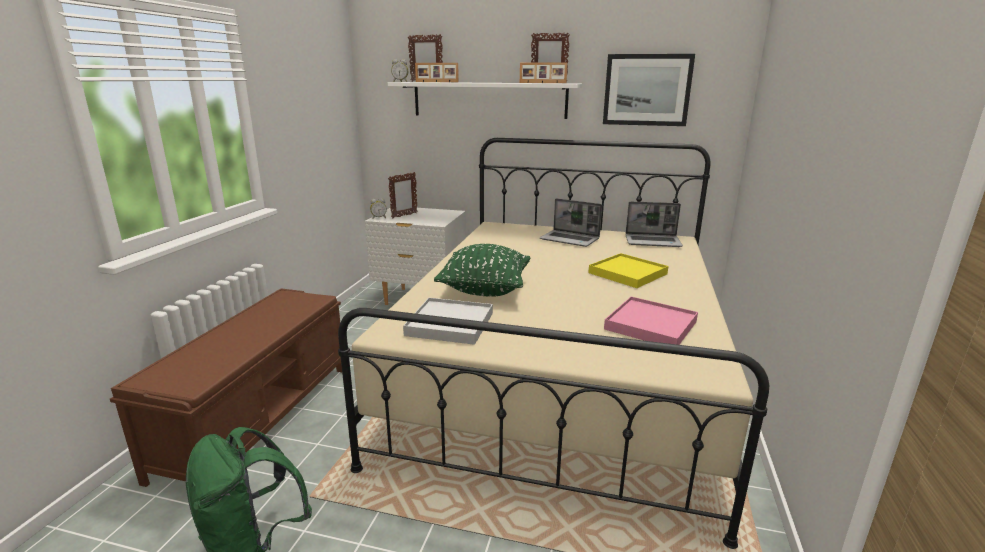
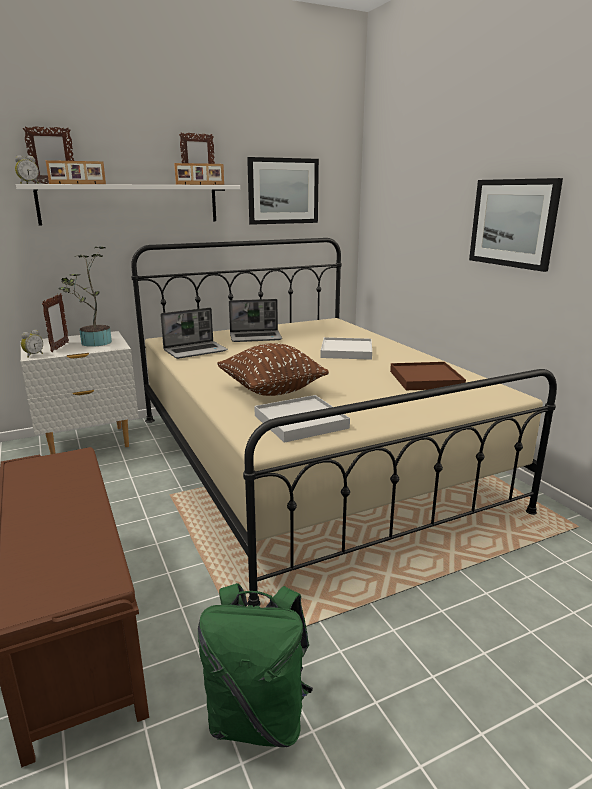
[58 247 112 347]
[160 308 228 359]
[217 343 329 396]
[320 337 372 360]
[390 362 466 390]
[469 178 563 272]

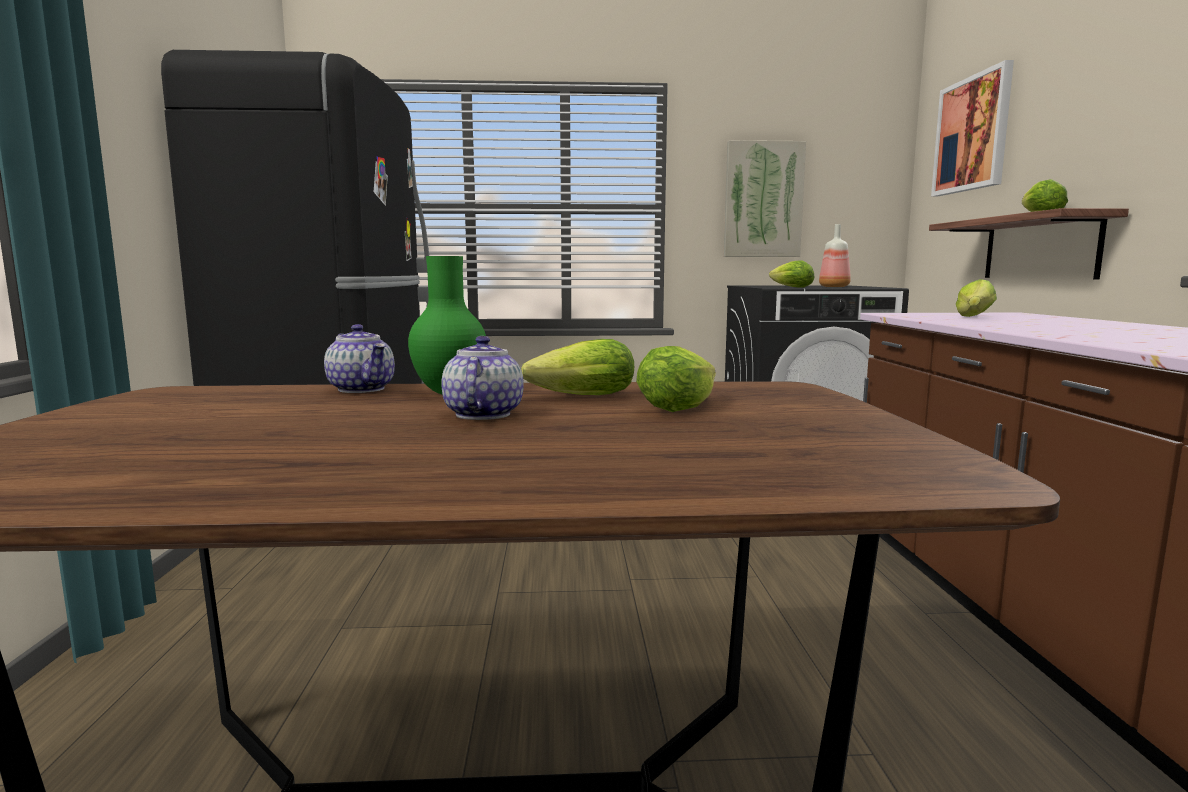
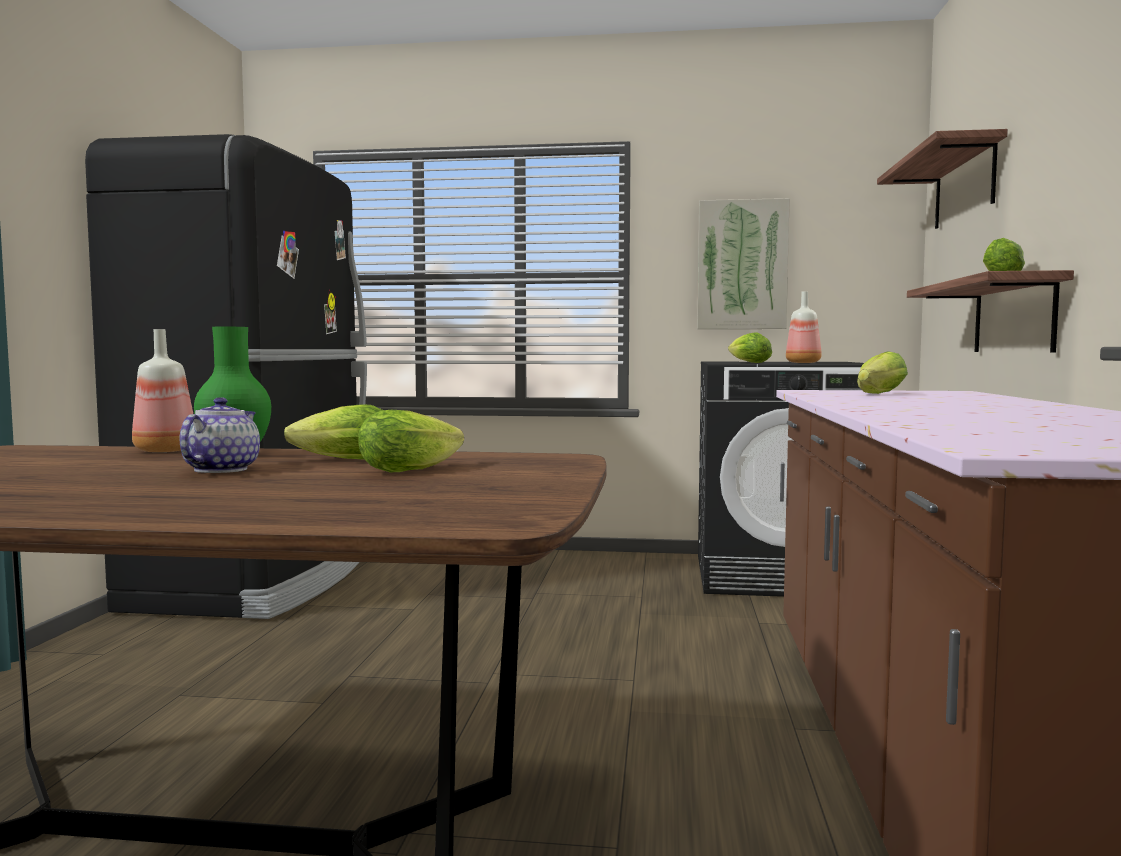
[132 329 193 452]
[877 129 1008 229]

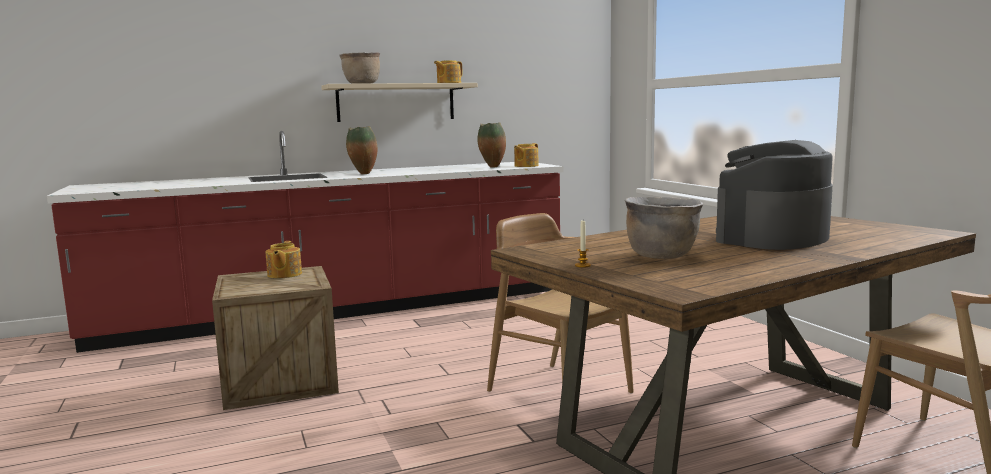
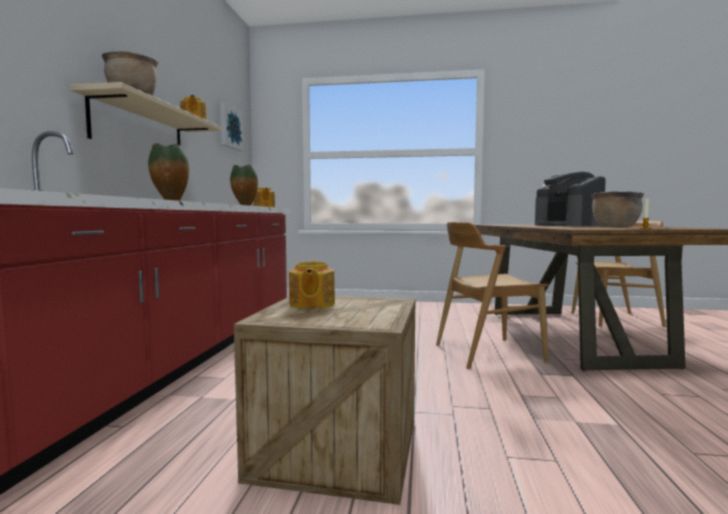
[220 102 244 151]
[289 260 335 309]

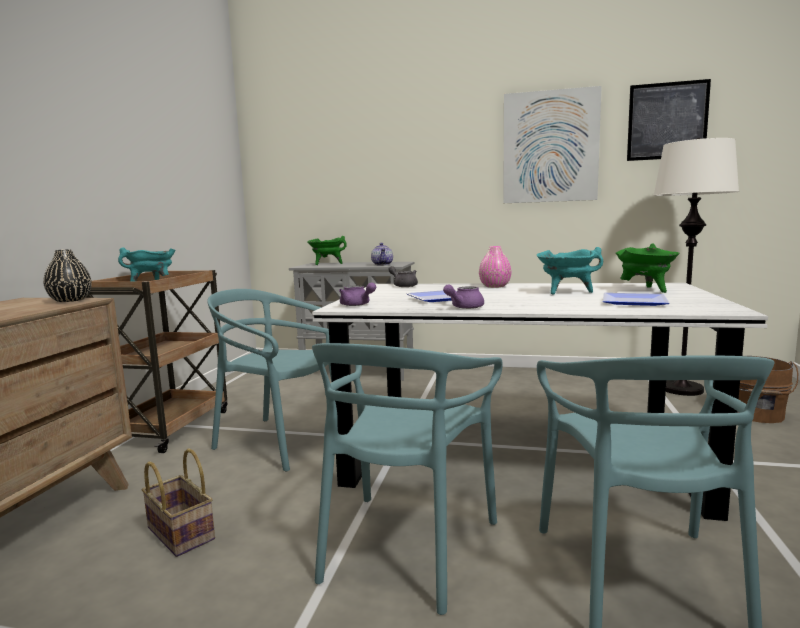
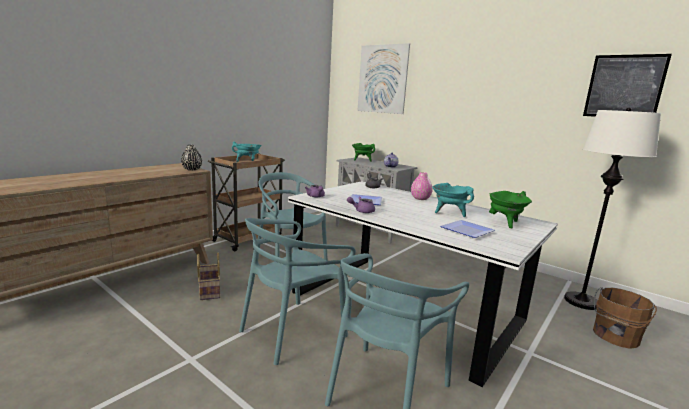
[358 43 410 114]

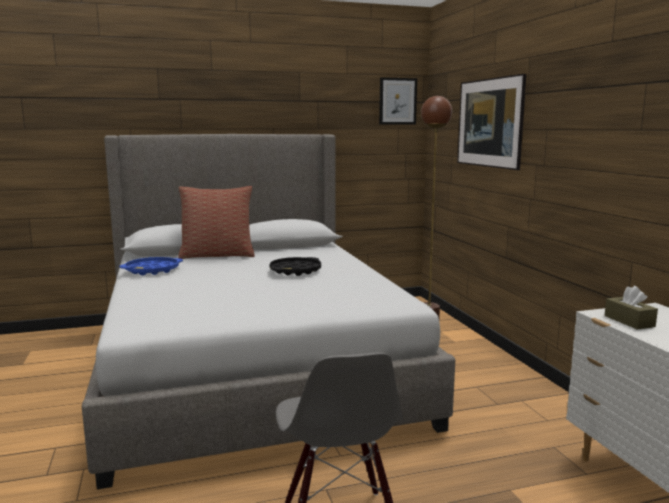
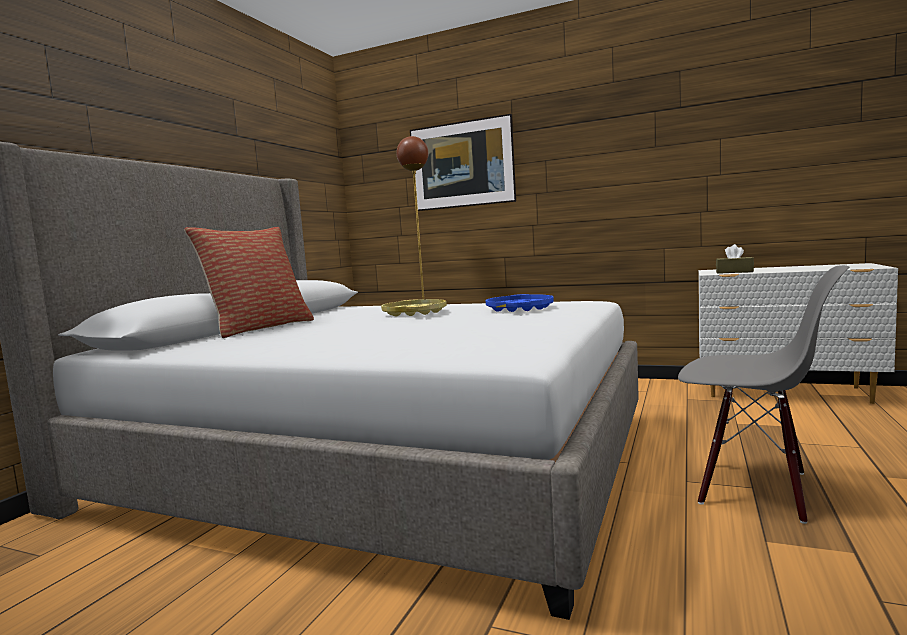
[381 299 447 316]
[486 294 554 312]
[379 77 417 125] (first image)

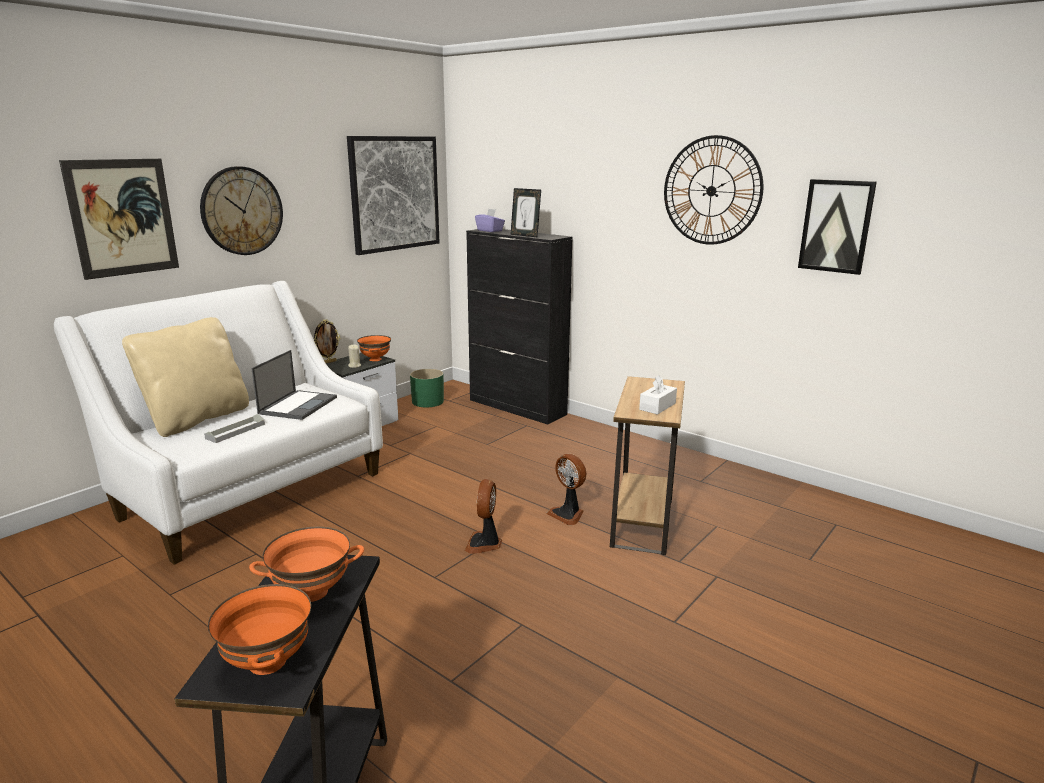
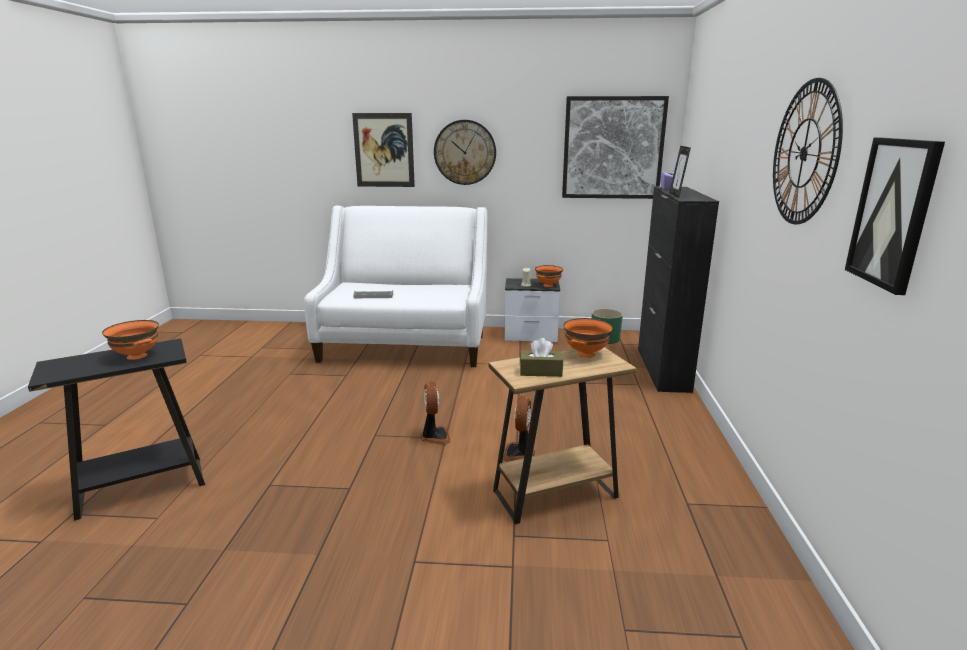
[420 382 451 445]
[520 338 563 377]
[564 318 613 358]
[122 317 249 437] (first image)
[251 350 337 420] (first image)
[314 319 340 363] (first image)

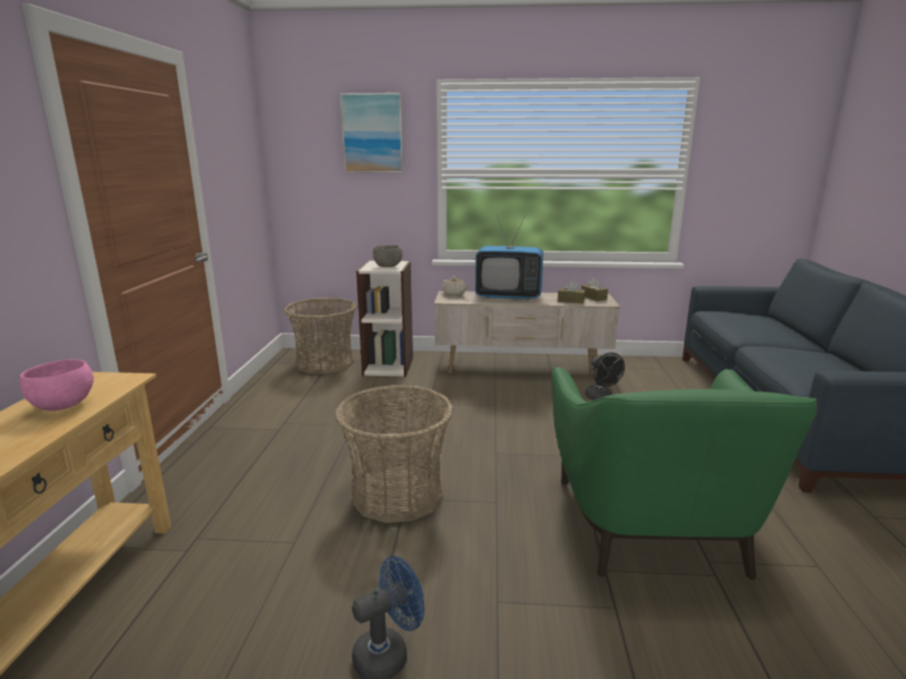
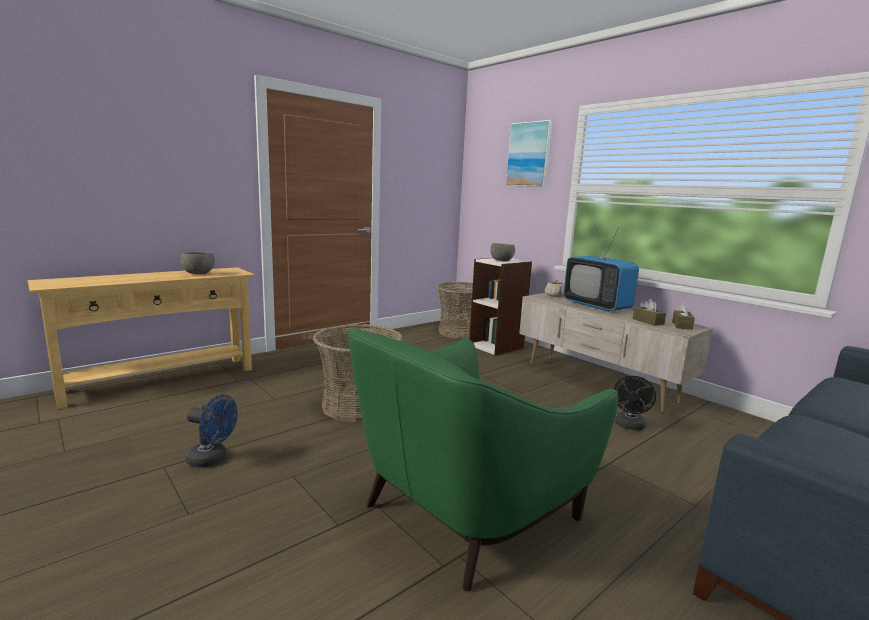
[180 252 215 274]

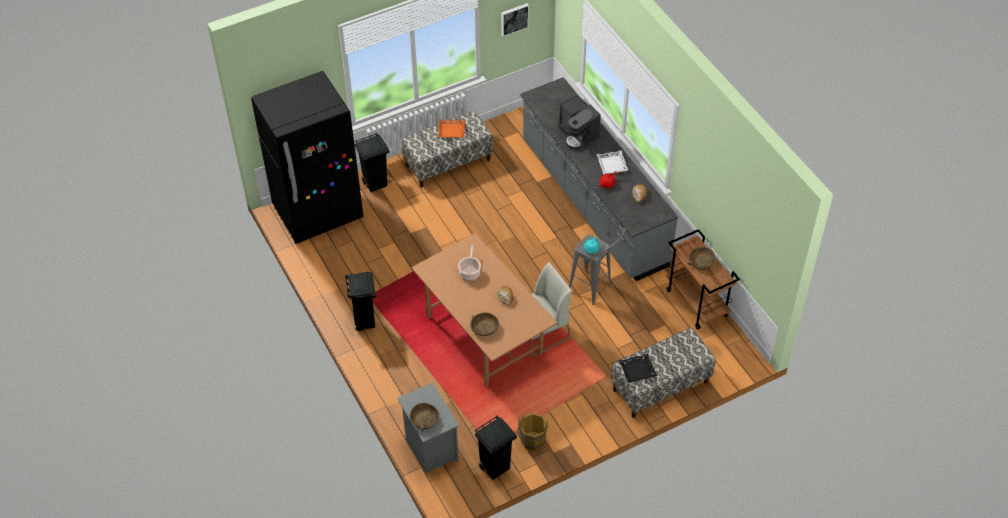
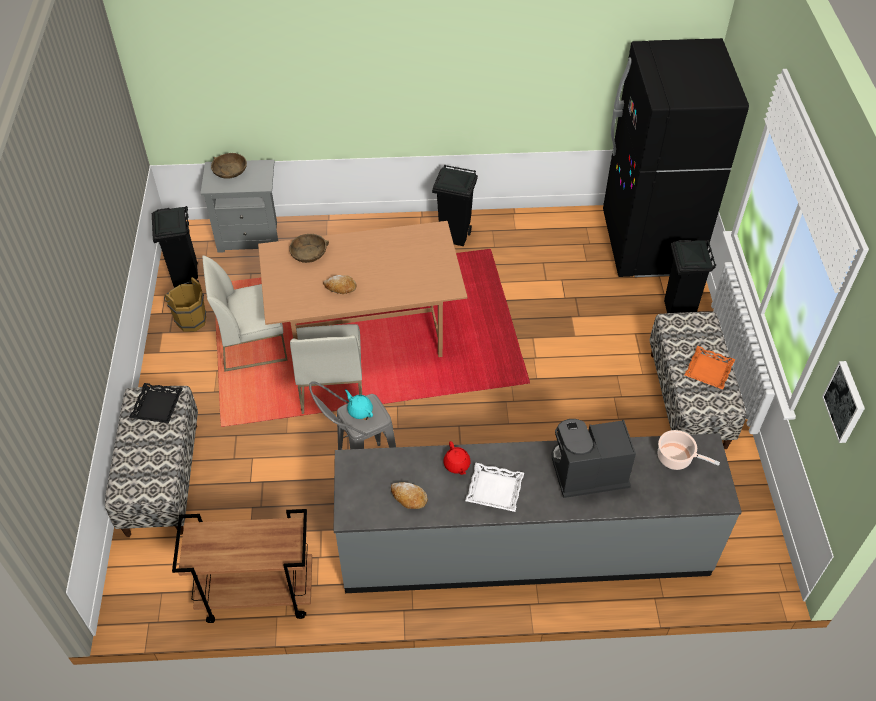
[202 256 288 372]
[657 430 720 470]
[688 247 716 270] (first image)

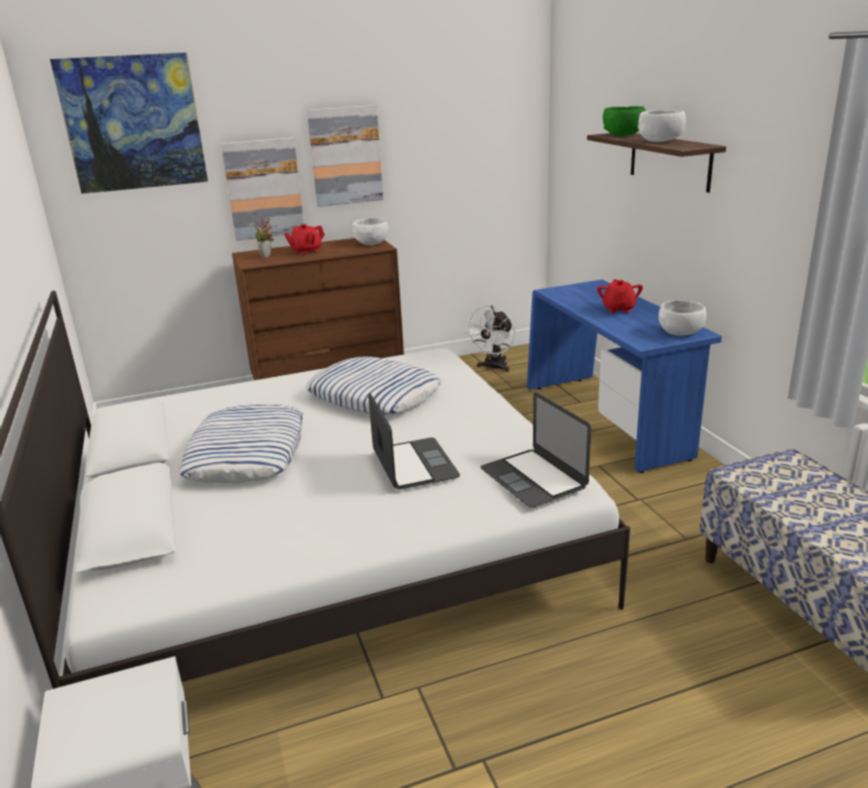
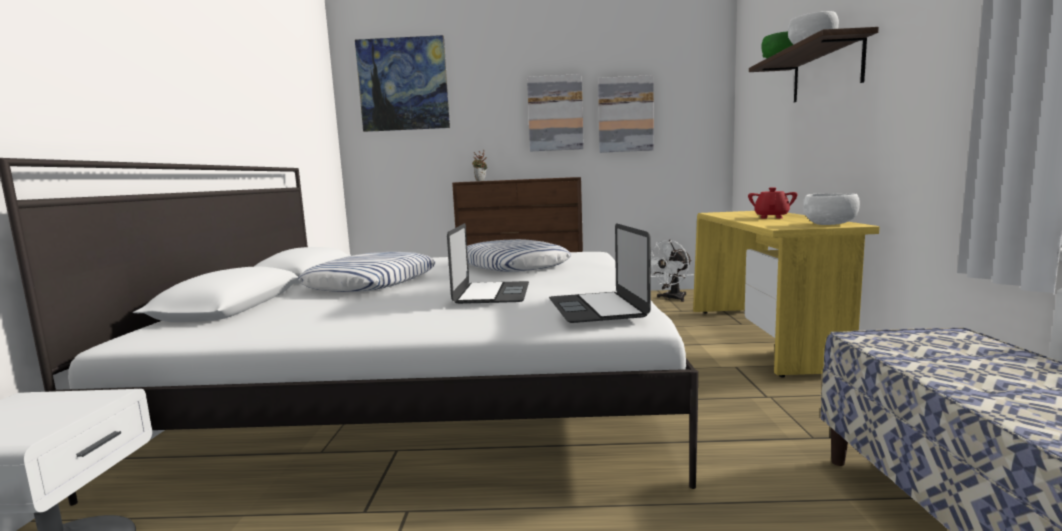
[598 75 654 153]
[693 211 880 377]
[284 224 325 255] (first image)
[352 218 388 245] (first image)

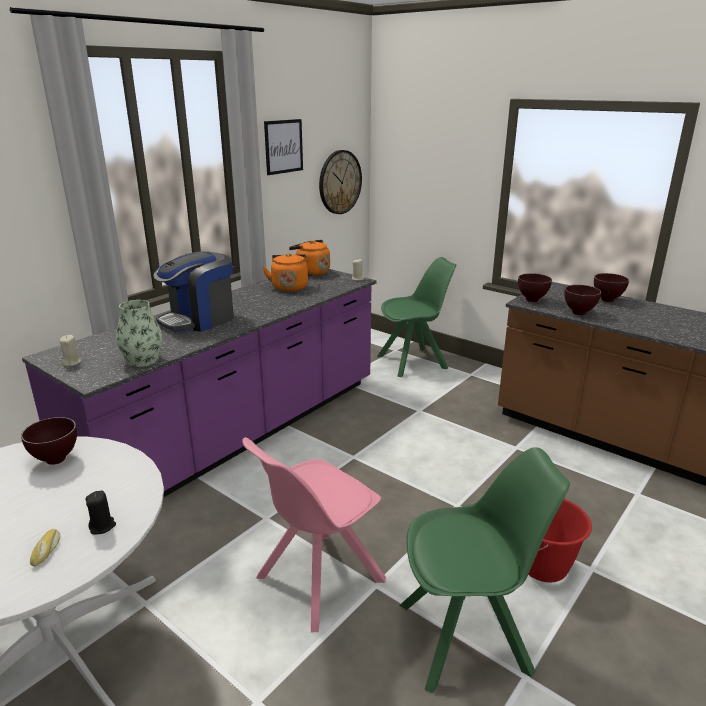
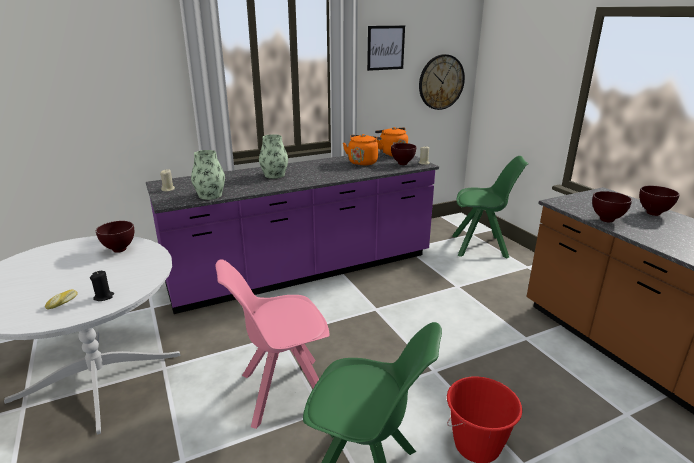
[259 134 288 179]
[391 143 416 165]

